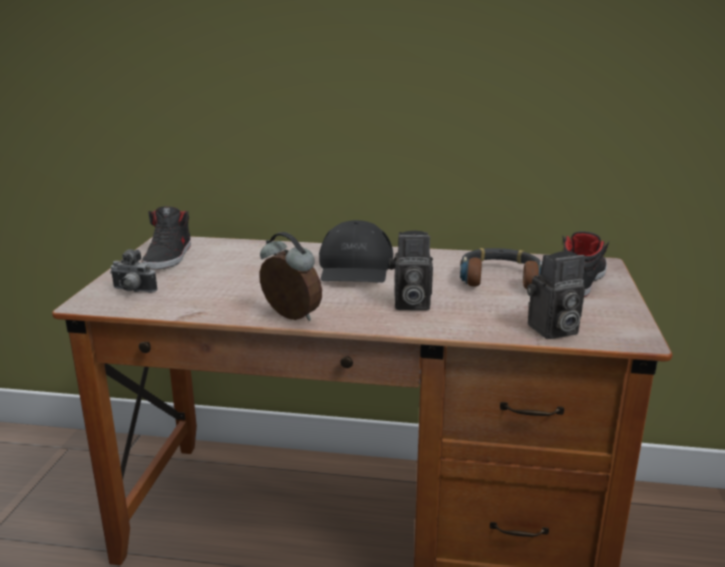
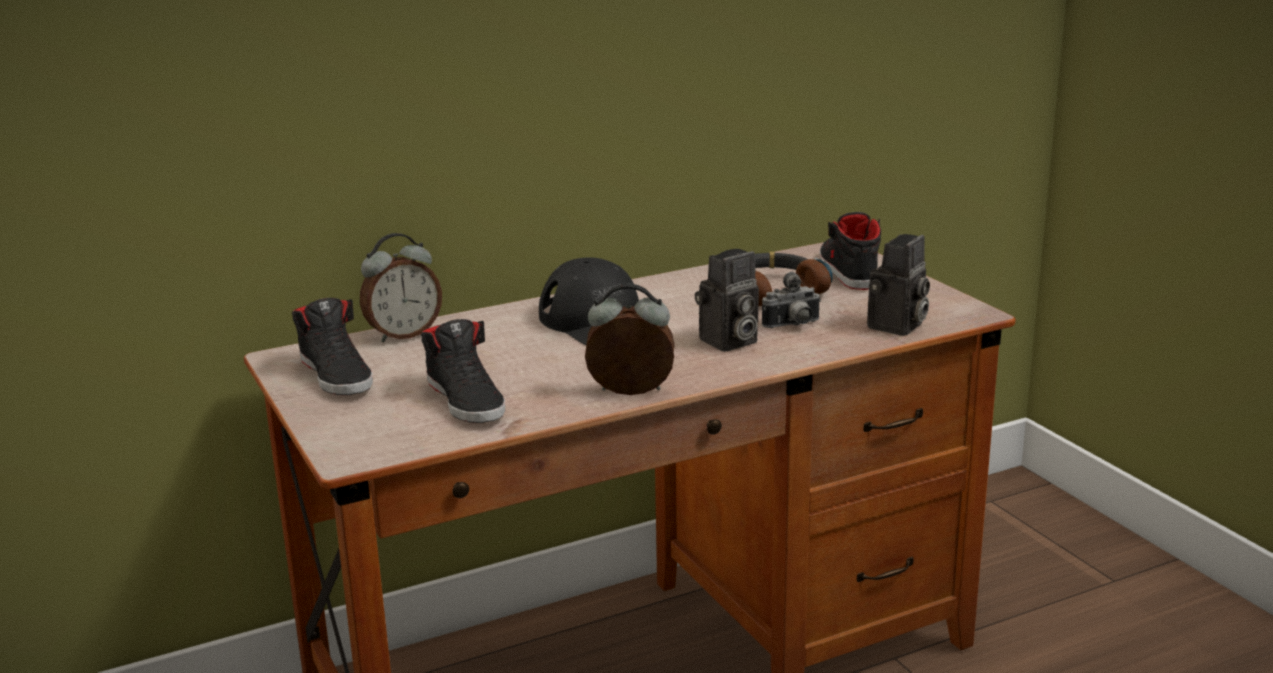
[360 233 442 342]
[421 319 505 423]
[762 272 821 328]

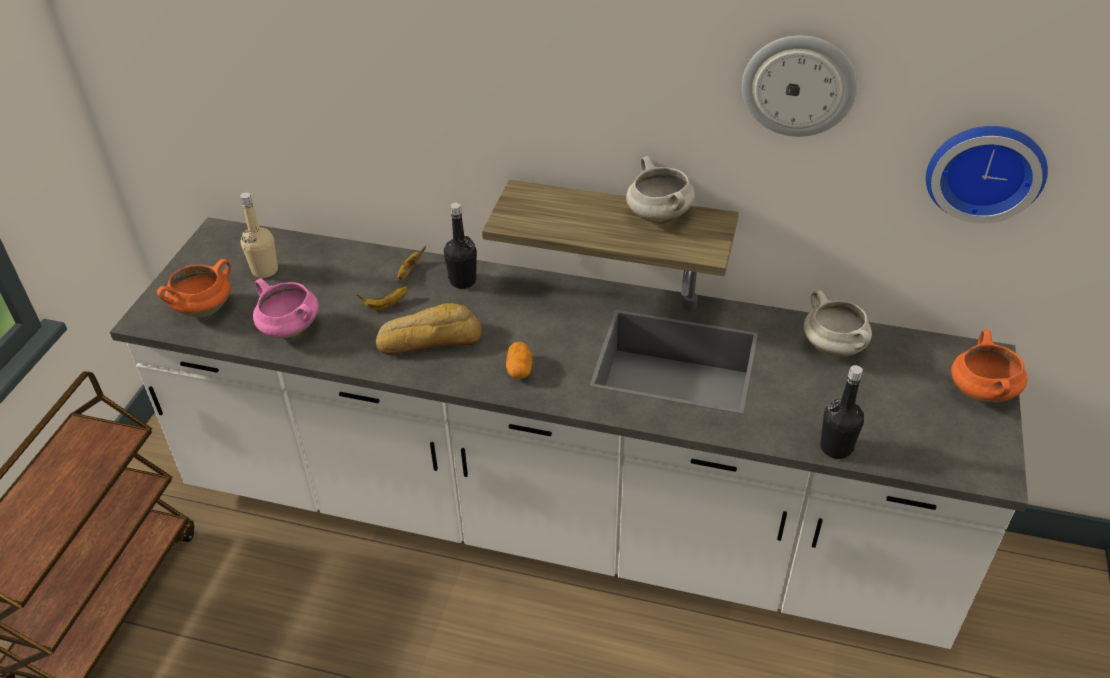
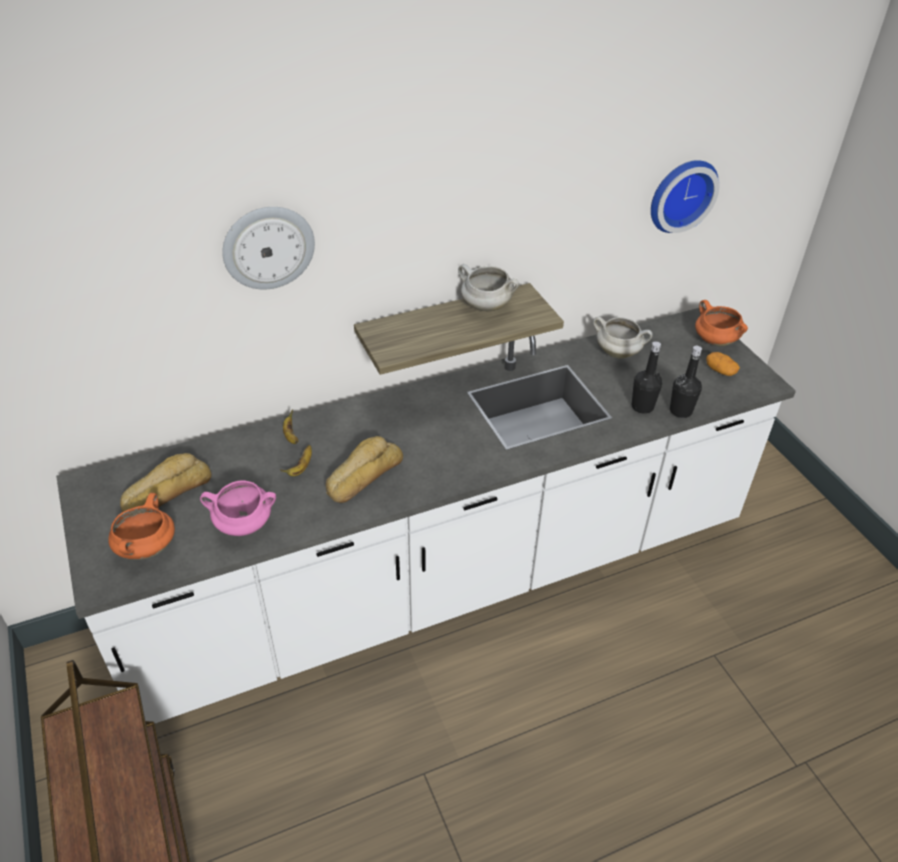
[120 453 212 512]
[222 207 315 290]
[632 341 662 414]
[706 352 740 376]

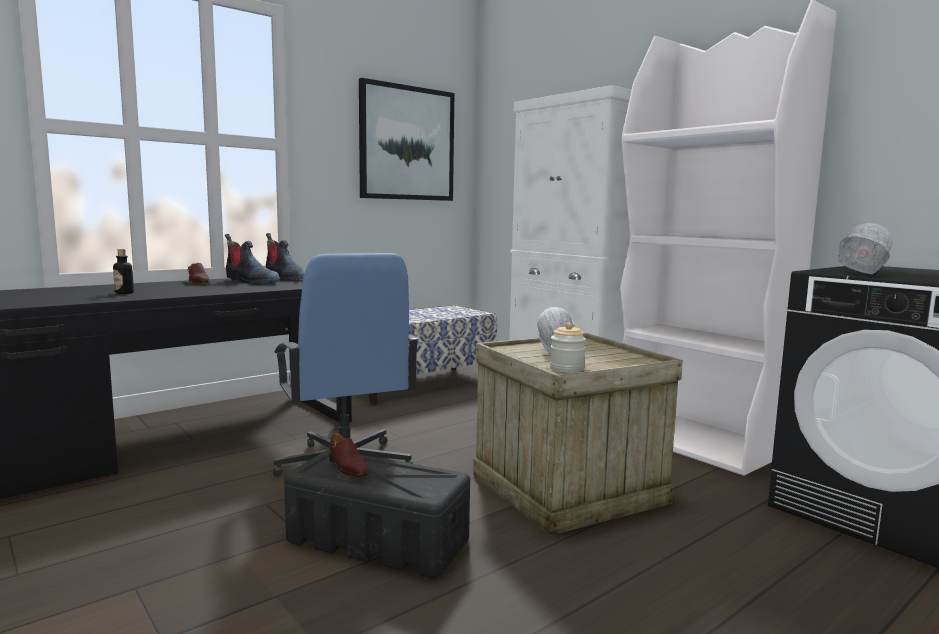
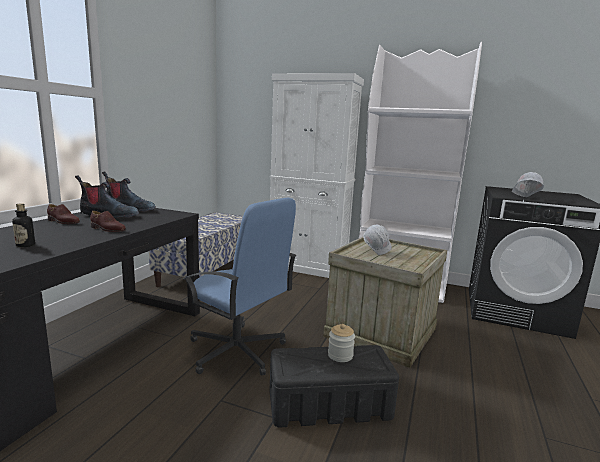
[90 211 126 232]
[328 324 355 362]
[359 78 454 201] (first image)

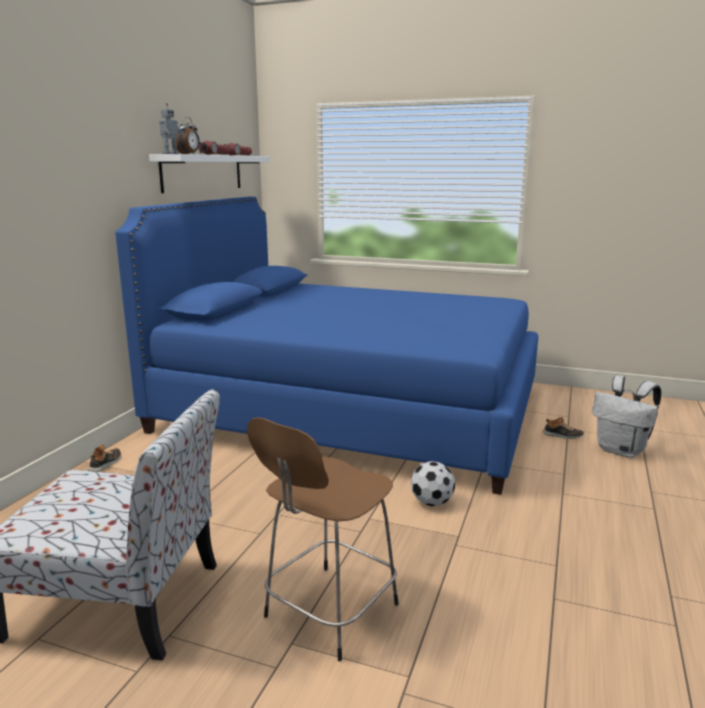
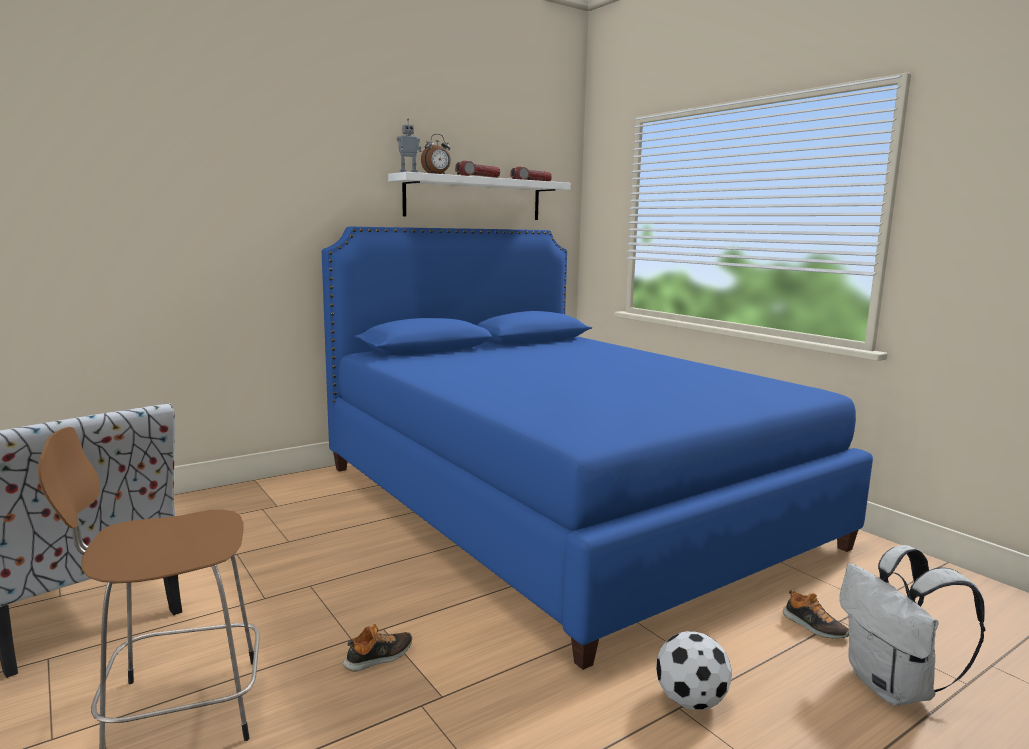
[343 624 412 672]
[656 631 732 710]

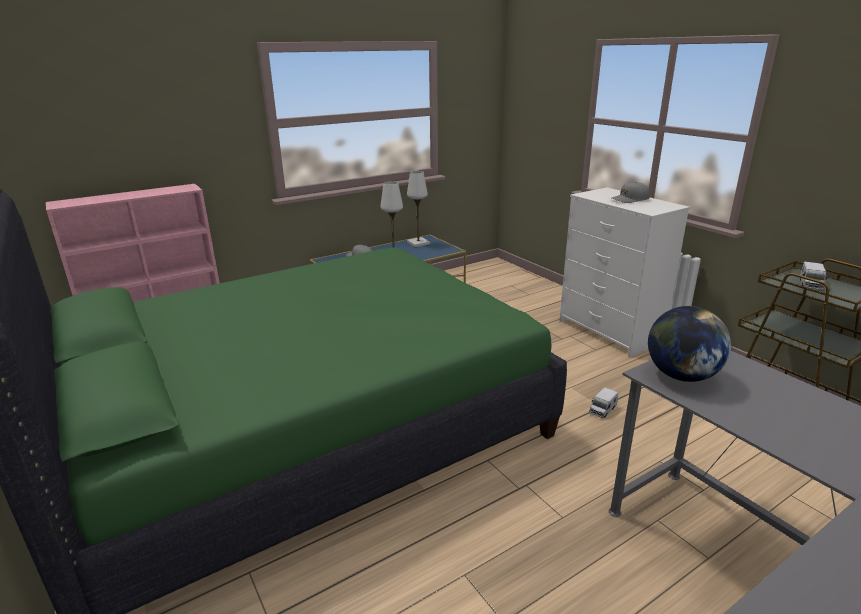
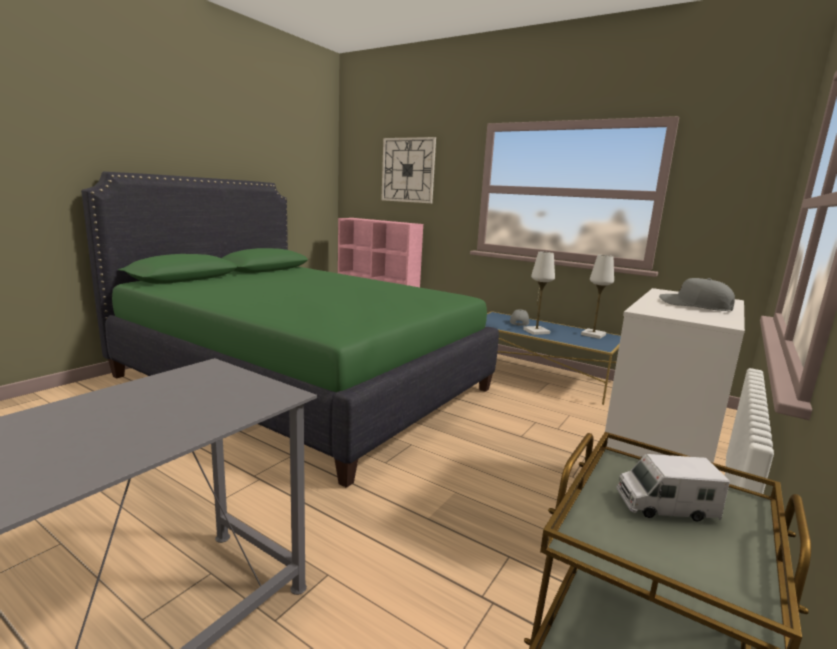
[381 137 436 203]
[589 387 618 418] (first image)
[648 306 731 382] (first image)

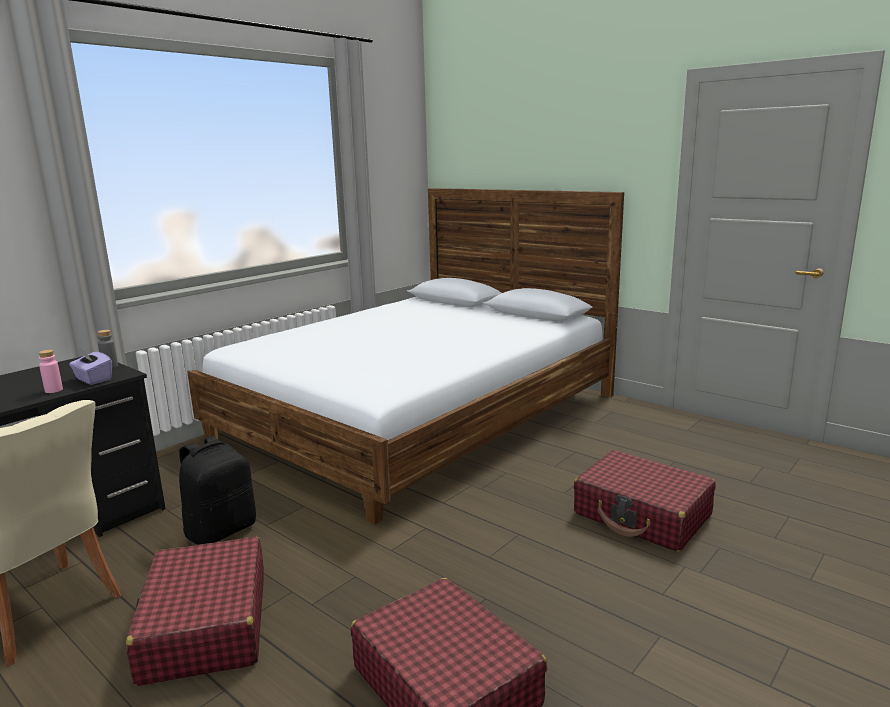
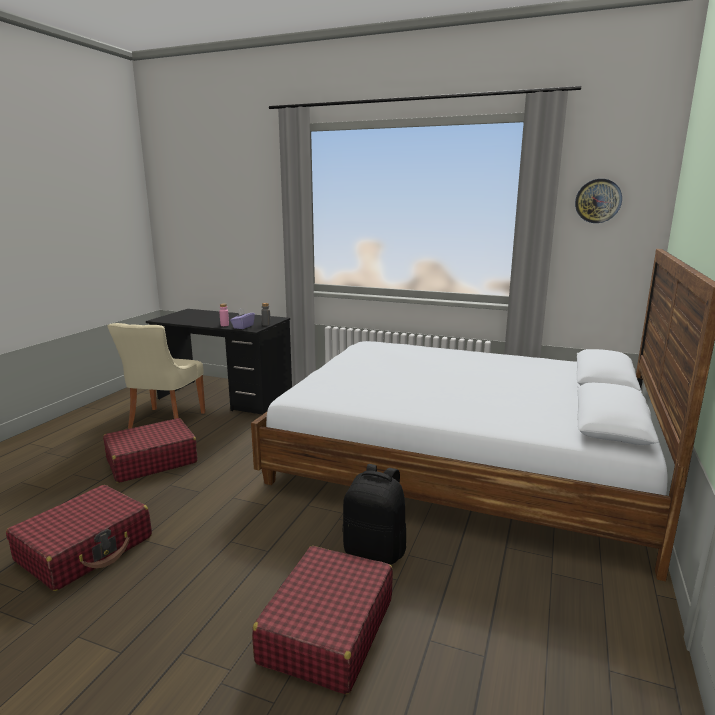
[342 464 406 564]
[575 179 622 223]

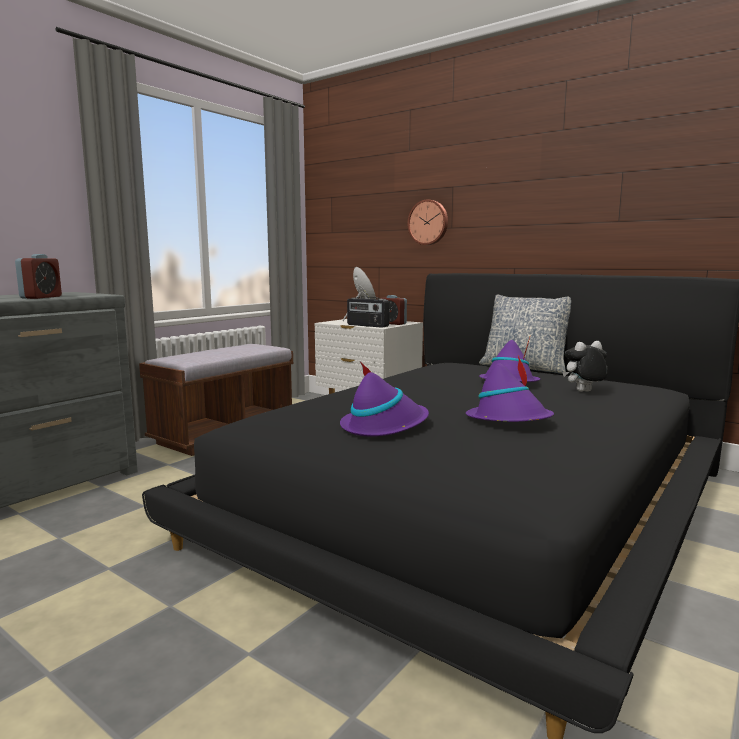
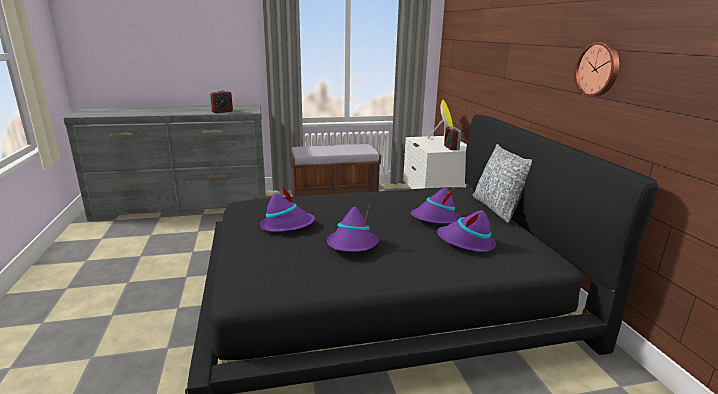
[437 210 496 252]
[575 42 619 97]
[347 297 389 328] (first image)

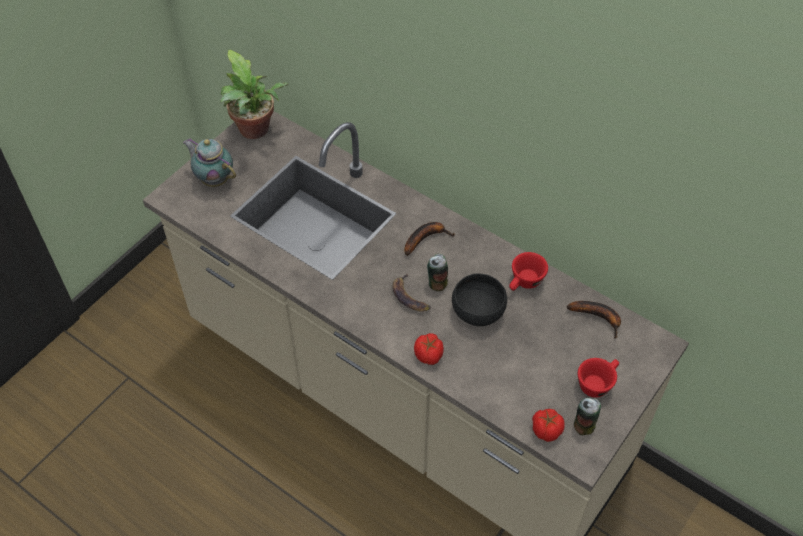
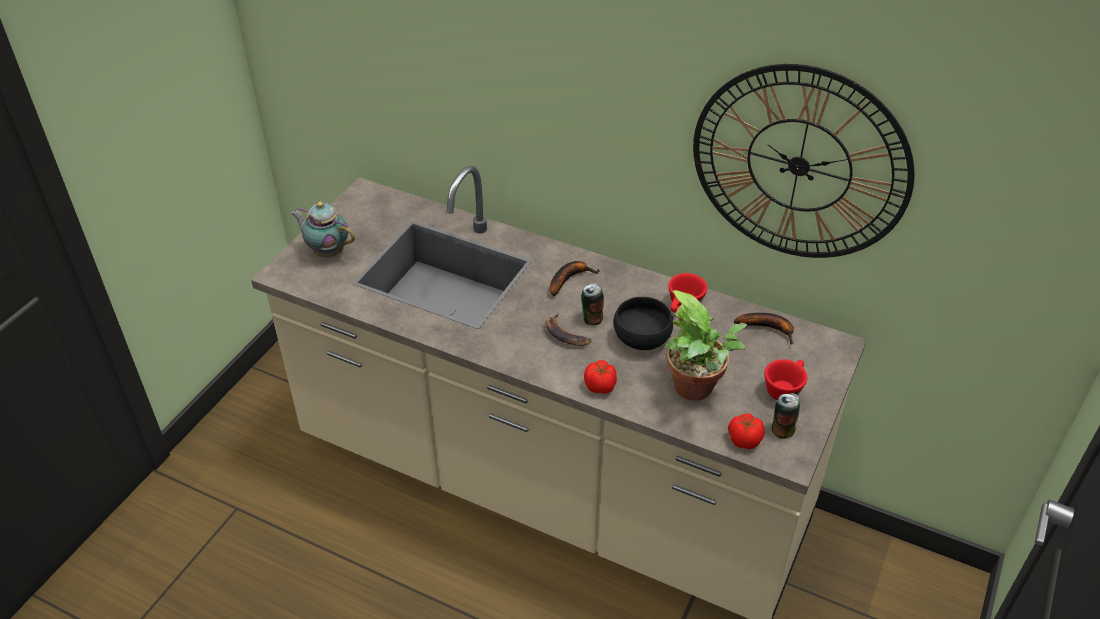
[663 290 747 401]
[693 64 914 258]

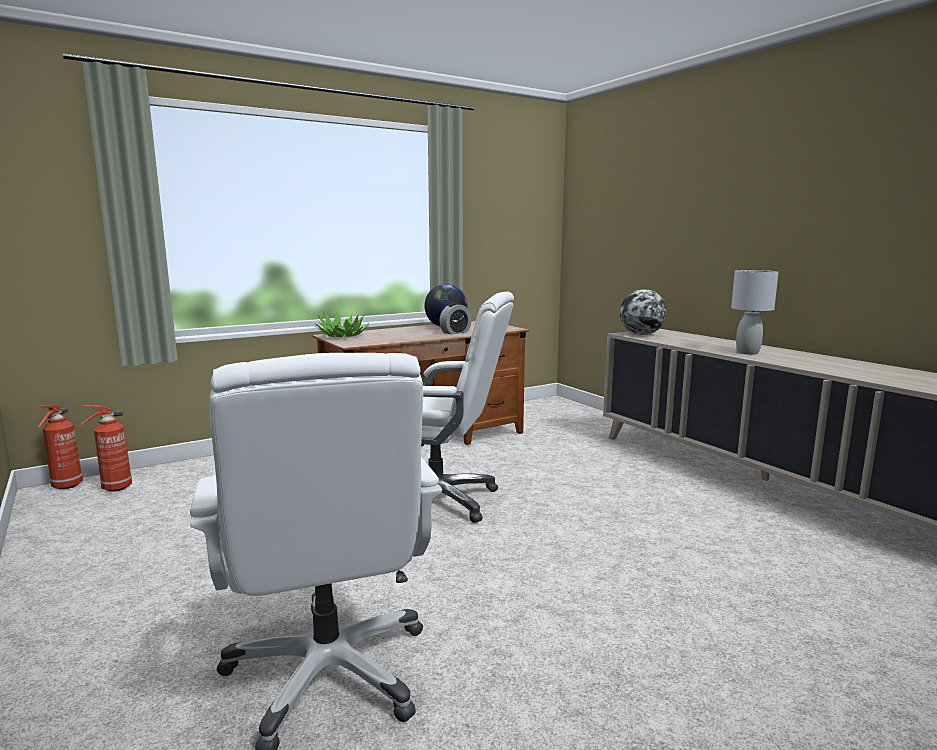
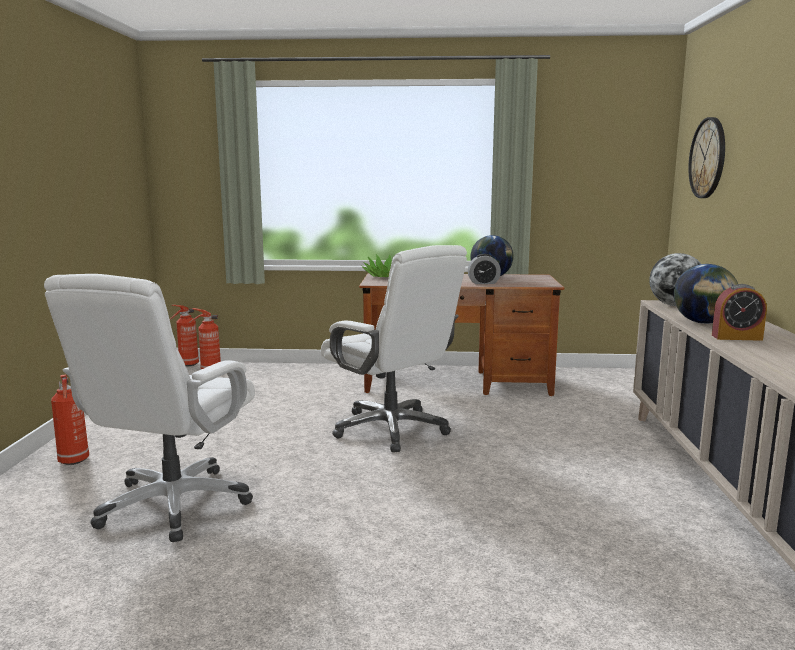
[51 374 89 465]
[674 264 738 324]
[688 117 725 198]
[712 284 767 341]

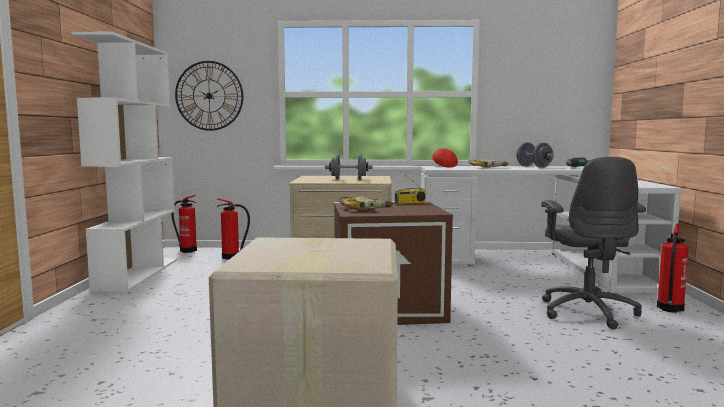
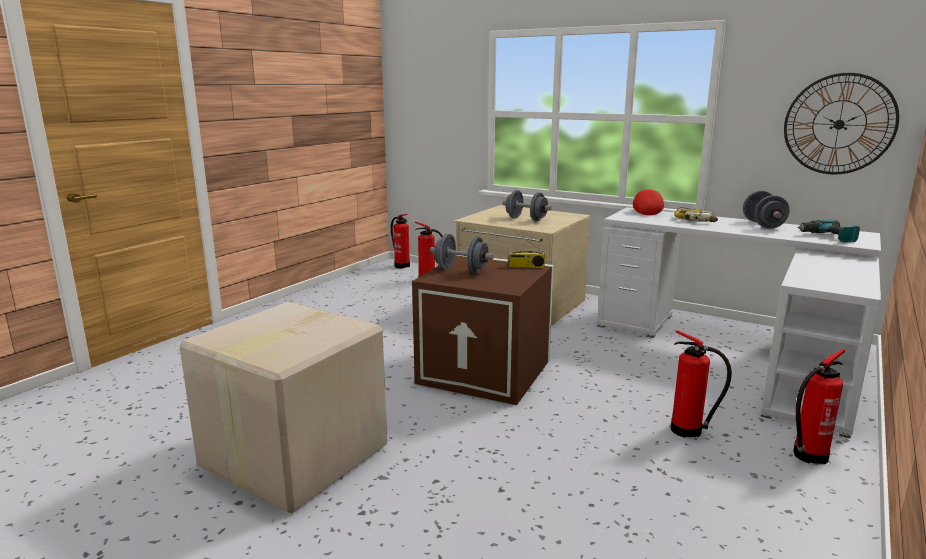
[430 234 494 273]
[671 330 732 438]
[784 73 899 174]
[72 32 177 292] (first image)

